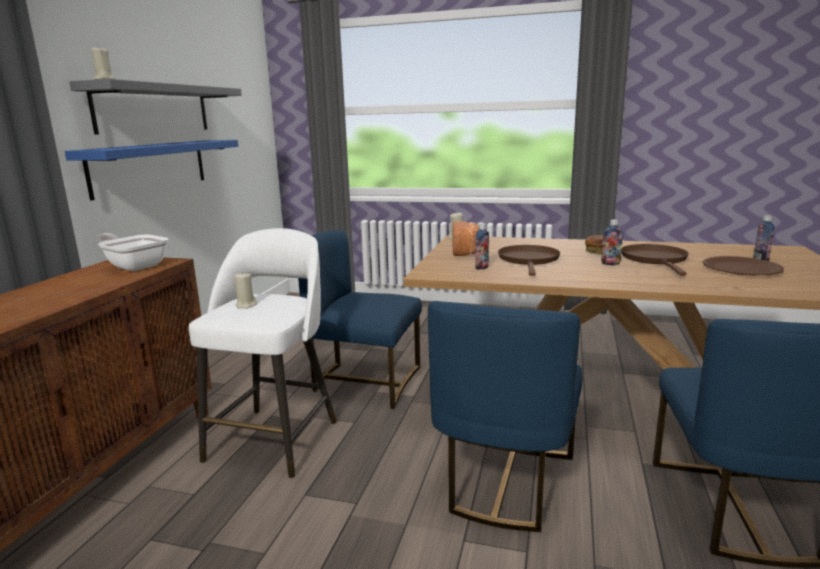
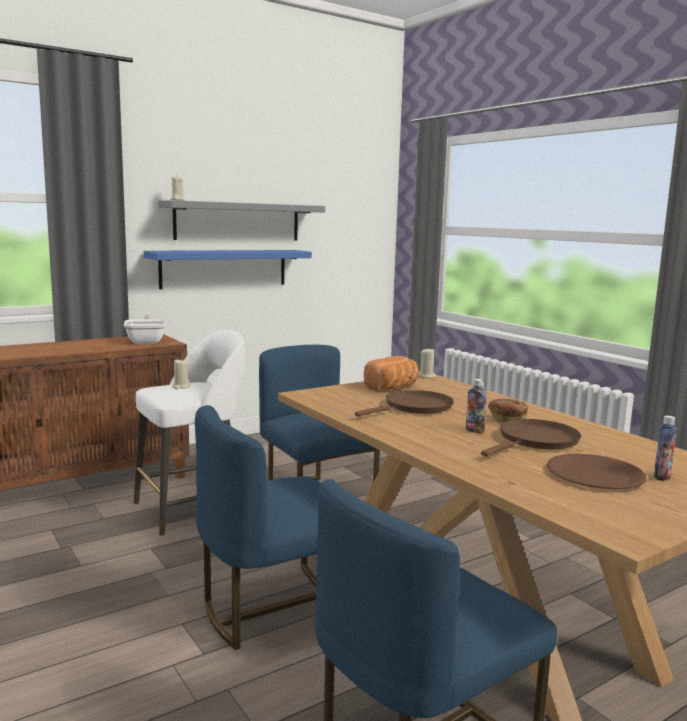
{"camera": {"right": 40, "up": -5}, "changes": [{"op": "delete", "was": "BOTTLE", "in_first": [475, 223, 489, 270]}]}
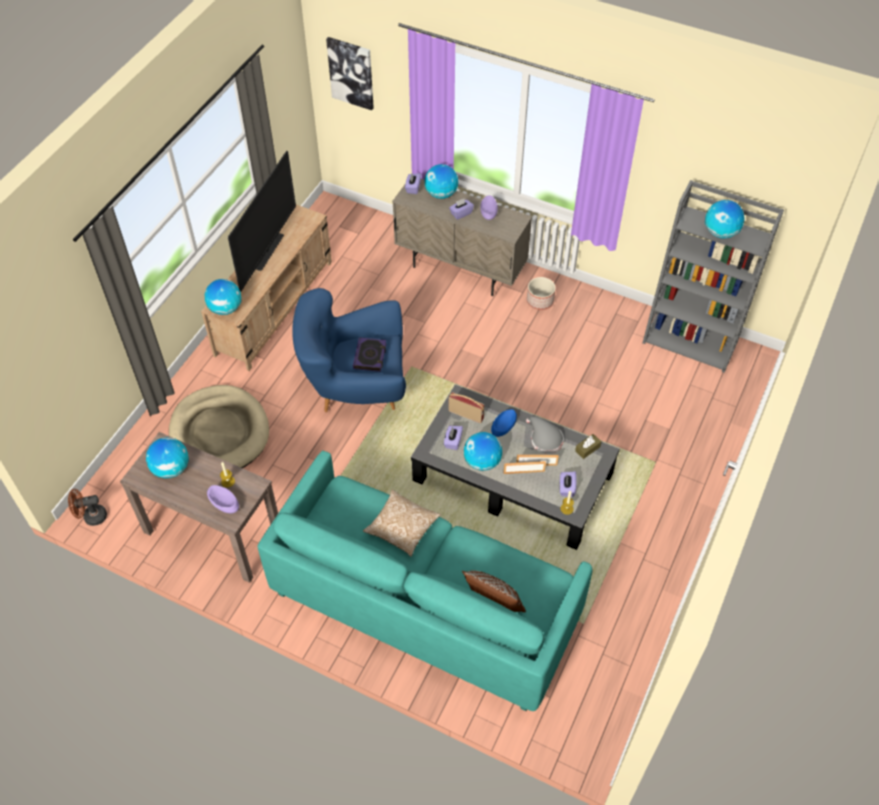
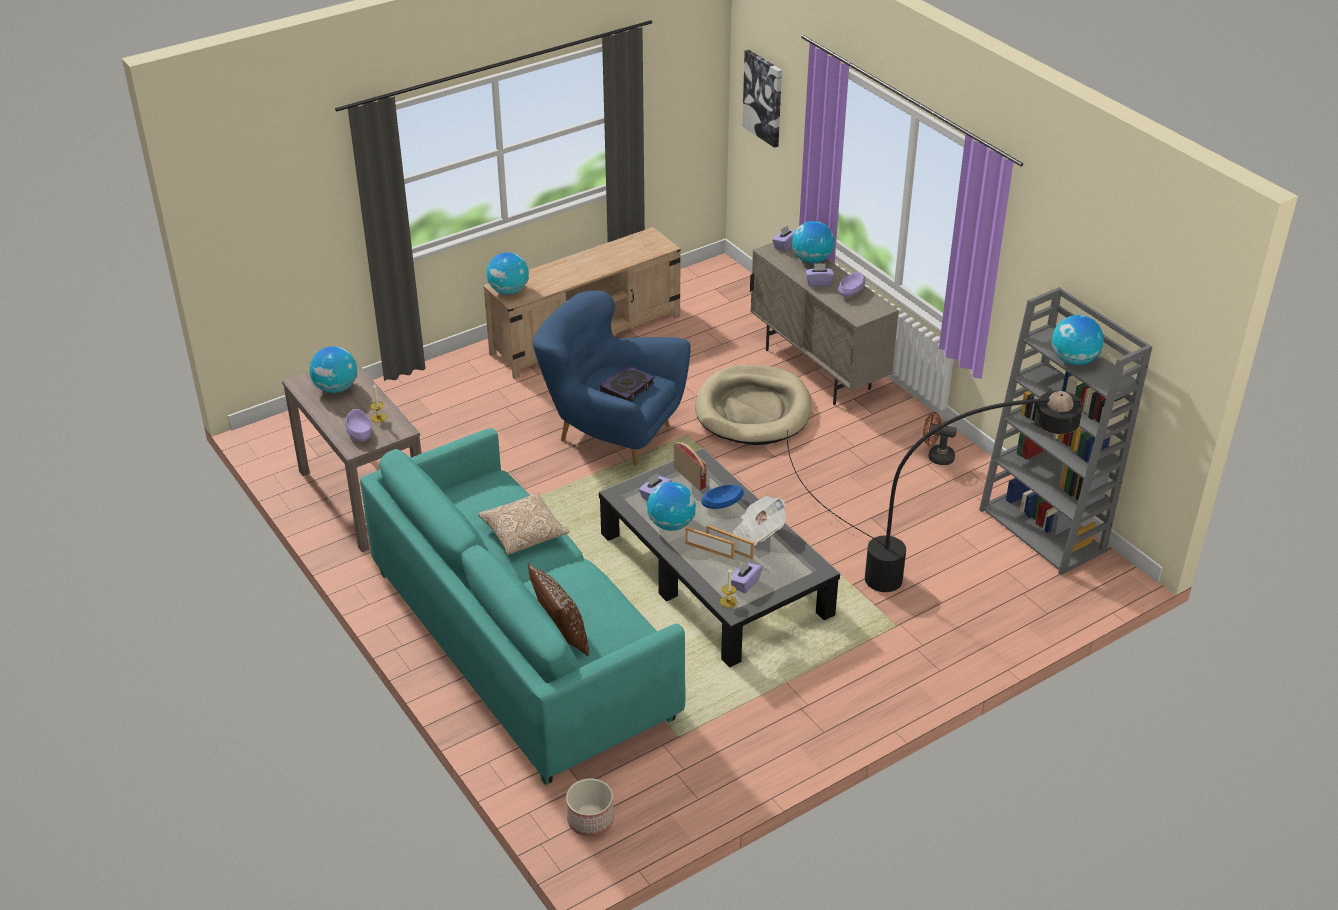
{"camera": {"right": 30, "up": -15}, "changes": [{"op": "delete", "was": "TELEVISION", "in_first": [228, 151, 296, 292]}, {"op": "move", "was": "PLANTER", "in_first": [527, 277, 556, 310], "in_second": [566, 778, 614, 836]}, {"op": "move", "was": "BEIGE DOG BED", "in_first": [169, 385, 269, 468], "in_second": [695, 365, 812, 445]}, {"op": "replace", "was": "GREY HAT", "now": "NEWSPAPER", "in_first": [526, 416, 564, 454], "in_second": [733, 496, 787, 545]}, {"op": "delete", "was": "BROWN TISSUE BOX", "in_first": [575, 434, 601, 459]}, {"op": "move", "was": "BROWN FAN", "in_first": [68, 489, 107, 526], "in_second": [923, 412, 957, 465]}, {"op": "insert", "now": "BLACK FLOOR LAMP", "in_second": [787, 391, 1083, 592]}]}
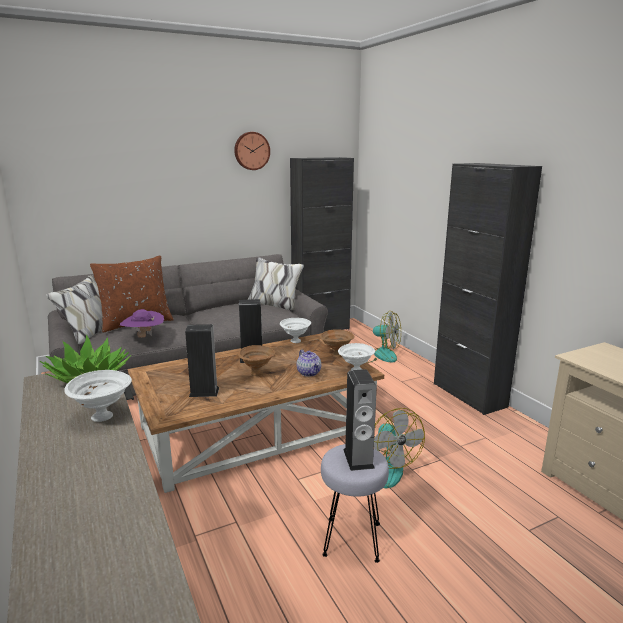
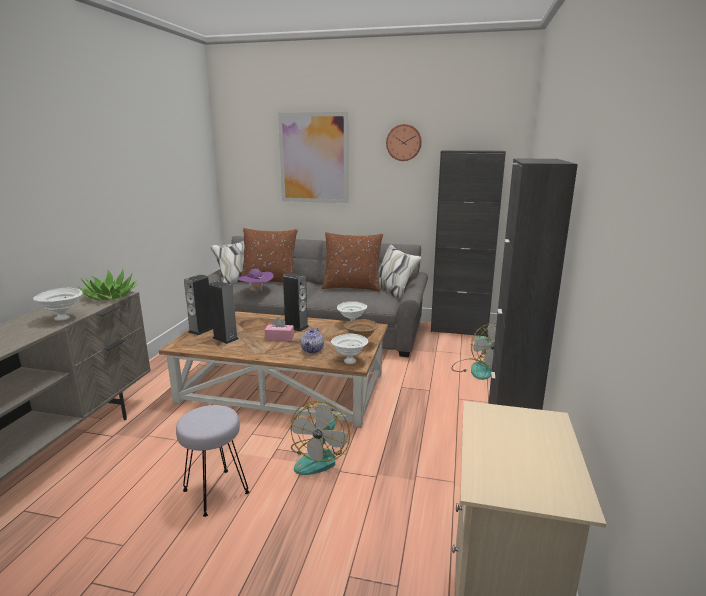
{"camera": {"right": 40, "up": 0}, "changes": [{"op": "replace", "was": "BROWN BOWL", "now": "PINK TISSUE BOX", "in_first": [238, 345, 275, 376], "in_second": [265, 317, 294, 341]}, {"op": "move", "was": "SPEAKER", "in_first": [344, 369, 377, 471], "in_second": [184, 274, 213, 335]}, {"op": "insert", "now": "PICTURE", "in_second": [278, 112, 348, 203]}, {"op": "insert", "now": "BROWN PILLOW", "in_second": [322, 232, 383, 292]}]}
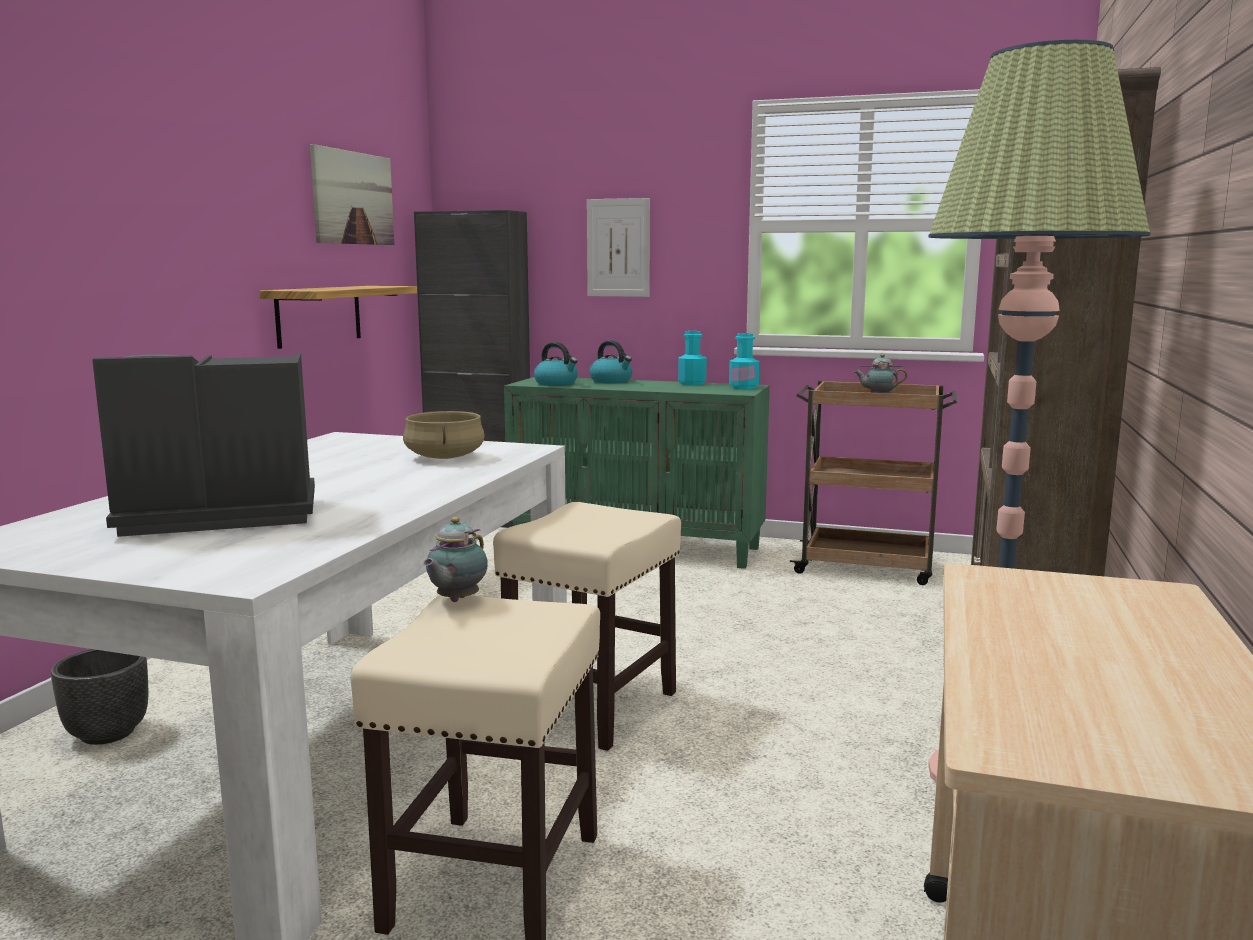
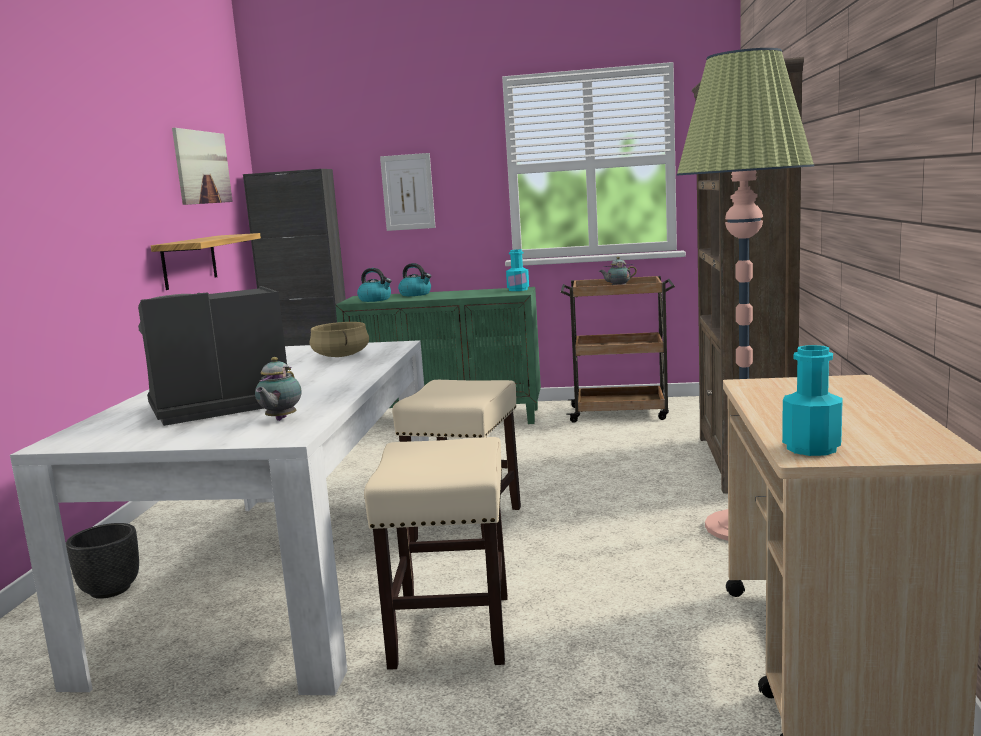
{"camera": {"right": -10, "up": 0}, "changes": [{"op": "move", "was": "TURQUOISE BOTTLE", "in_first": [678, 331, 707, 385], "in_second": [782, 345, 843, 456]}, {"op": "move", "was": "TEAPOT", "in_first": [423, 517, 488, 602], "in_second": [255, 357, 302, 421]}]}
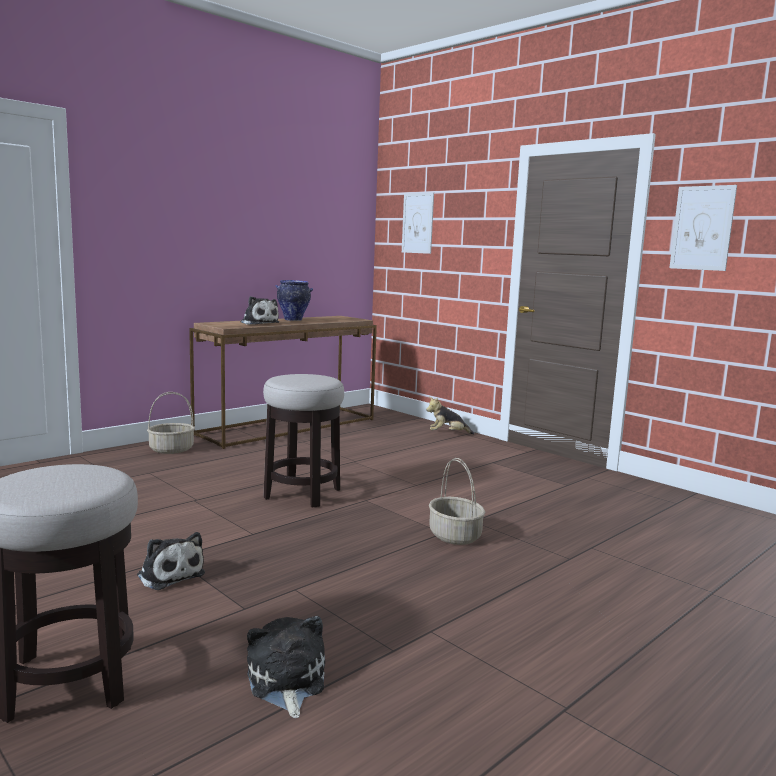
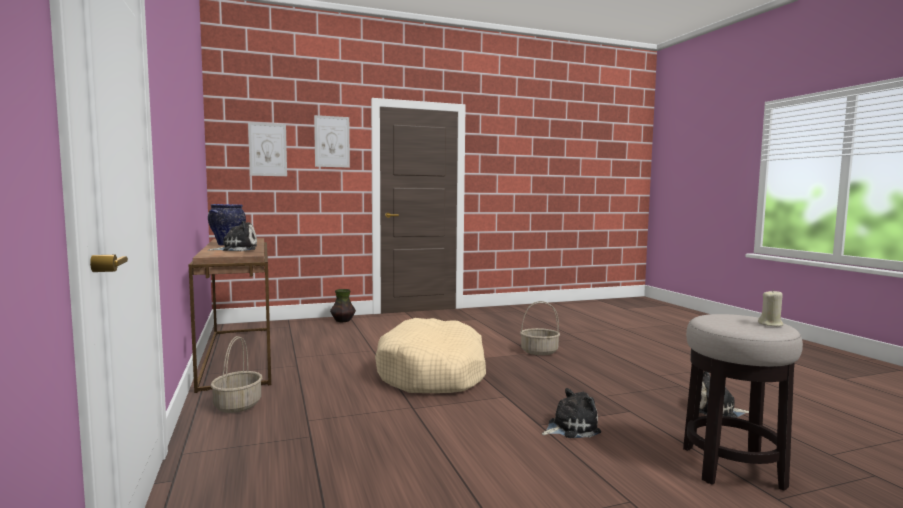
{"camera": {"right": -65, "up": -5}, "changes": [{"op": "move", "was": "PICTURE", "in_first": [669, 185, 737, 271], "in_second": [314, 115, 350, 168]}, {"op": "replace", "was": "STOOL", "now": "BEIGE DOG BED", "in_first": [263, 374, 344, 508], "in_second": [375, 318, 486, 393]}, {"op": "replace", "was": "PLUSH TOY", "now": "VASE", "in_first": [426, 397, 474, 434], "in_second": [330, 289, 356, 322]}, {"op": "insert", "now": "BEIGE CANDLE", "in_second": [758, 290, 784, 326]}]}
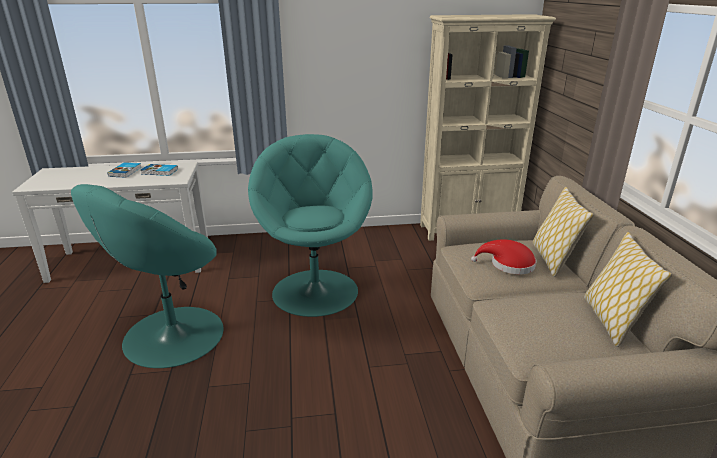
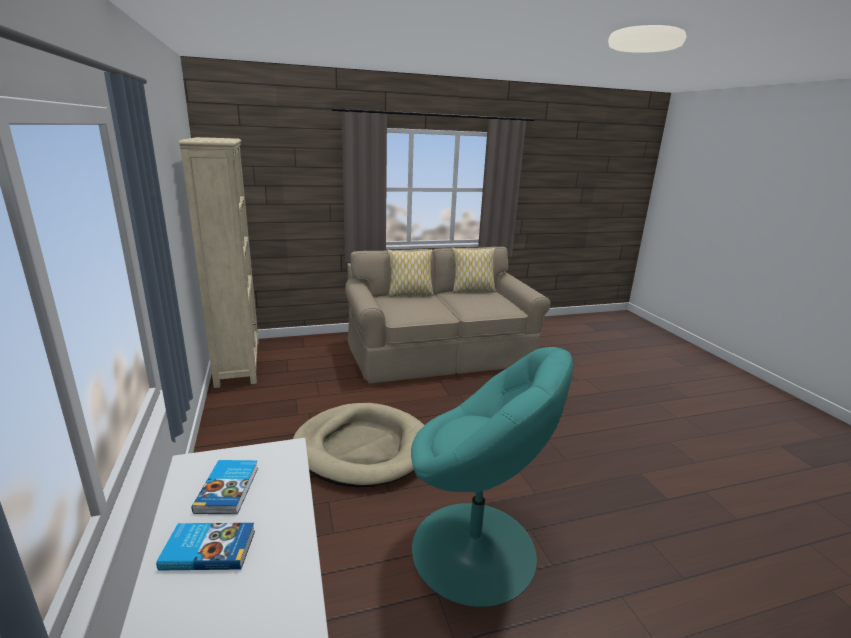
{"camera": {"right": -100, "up": -5}, "changes": [{"op": "replace", "was": "TURQUOISE ARMCHAIR", "now": "BEIGE DOG BED", "in_first": [248, 134, 373, 317], "in_second": [293, 403, 424, 488]}, {"op": "delete", "was": "RED HAT", "in_first": [471, 239, 537, 274]}]}
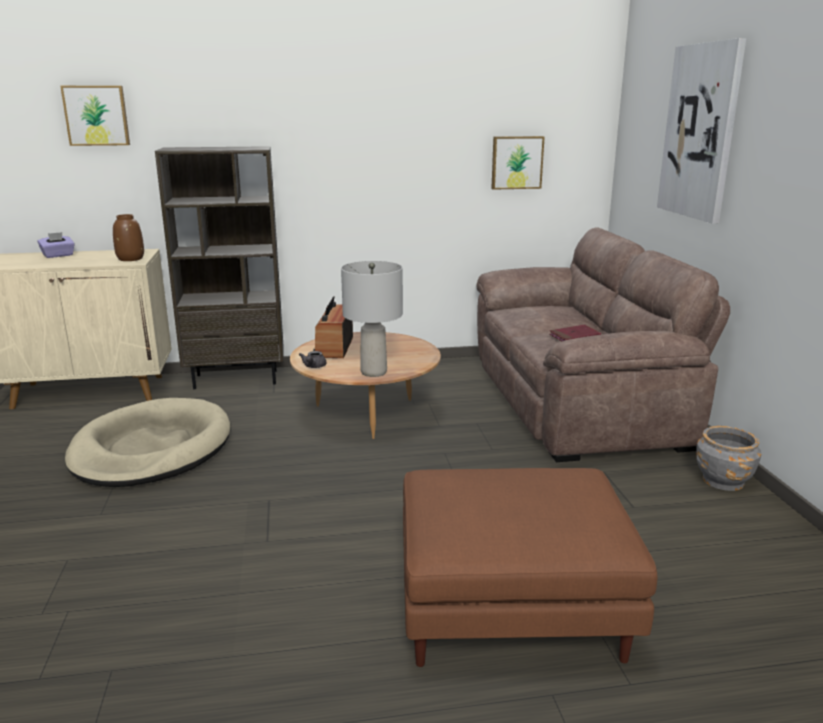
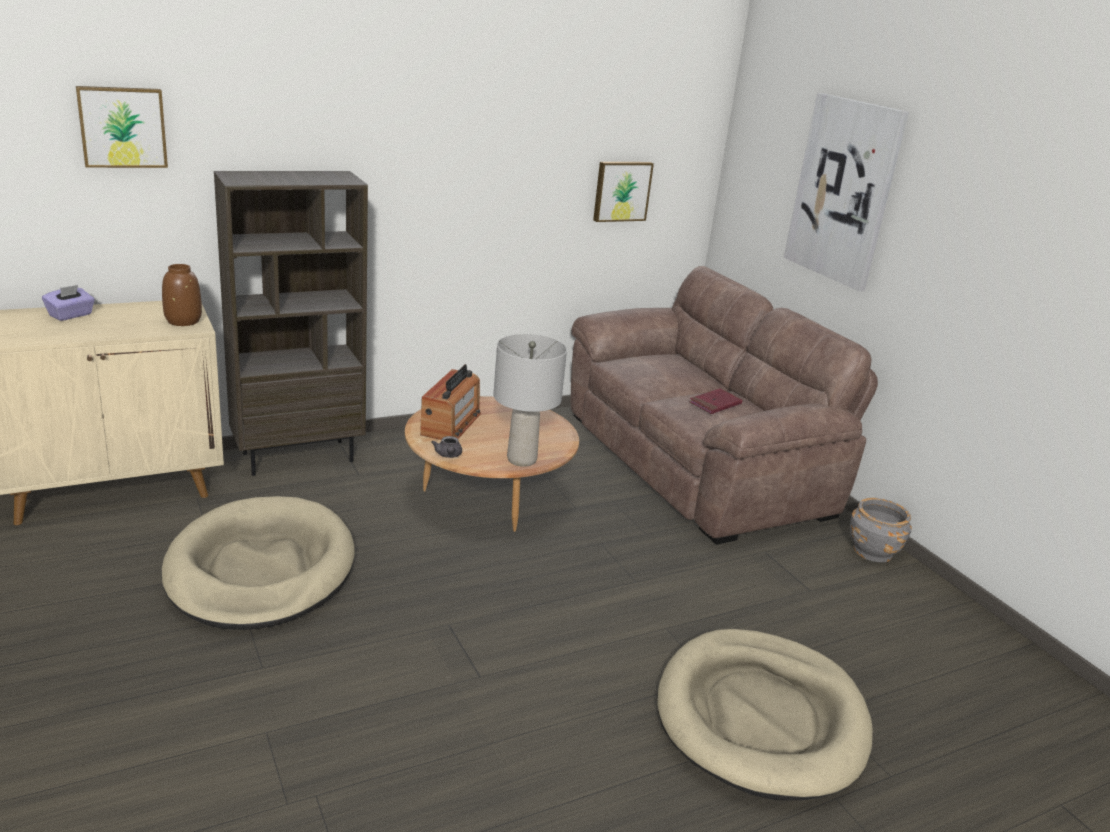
{"camera": {"right": -20, "up": 5}, "changes": [{"op": "rotate", "was": "RADIO", "in_first": [313, 296, 353, 358], "in_second": [420, 364, 481, 440], "clockwise": -150}, {"op": "replace", "was": "BROWN OTTOMAN", "now": "BEIGE DOG BED", "in_first": [403, 468, 657, 667], "in_second": [657, 629, 873, 800]}]}
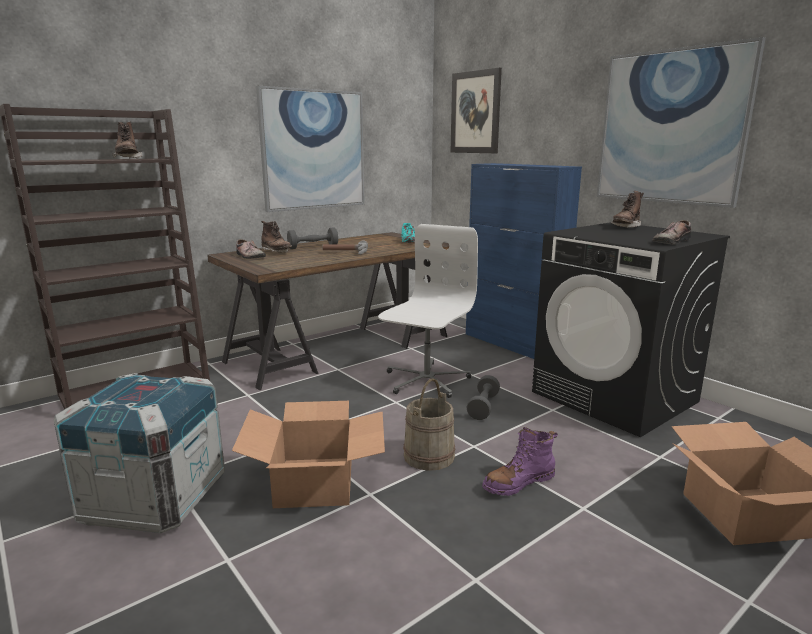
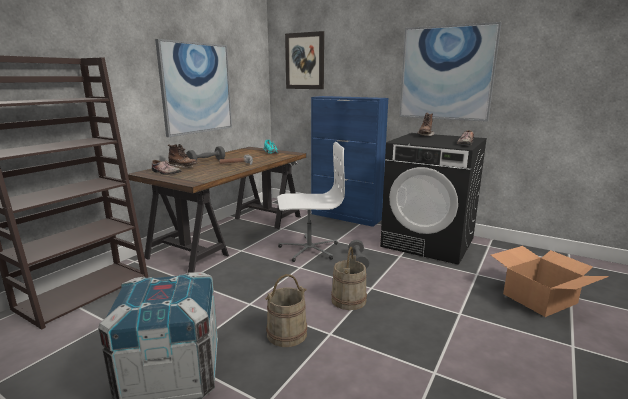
{"camera": {"right": -20, "up": 0}, "changes": [{"op": "delete", "was": "BROWN BOOT", "in_first": [112, 122, 143, 159]}, {"op": "rotate", "was": "WHITE OFFICE CHAIR", "in_first": [378, 224, 478, 398], "in_second": [277, 142, 345, 262], "clockwise": 75}, {"op": "replace", "was": "CARDBOARD BOX", "now": "BEIGE BUCKET", "in_first": [232, 401, 385, 508], "in_second": [265, 274, 307, 347]}, {"op": "delete", "was": "PURPLE BOOT", "in_first": [482, 427, 558, 496]}]}
